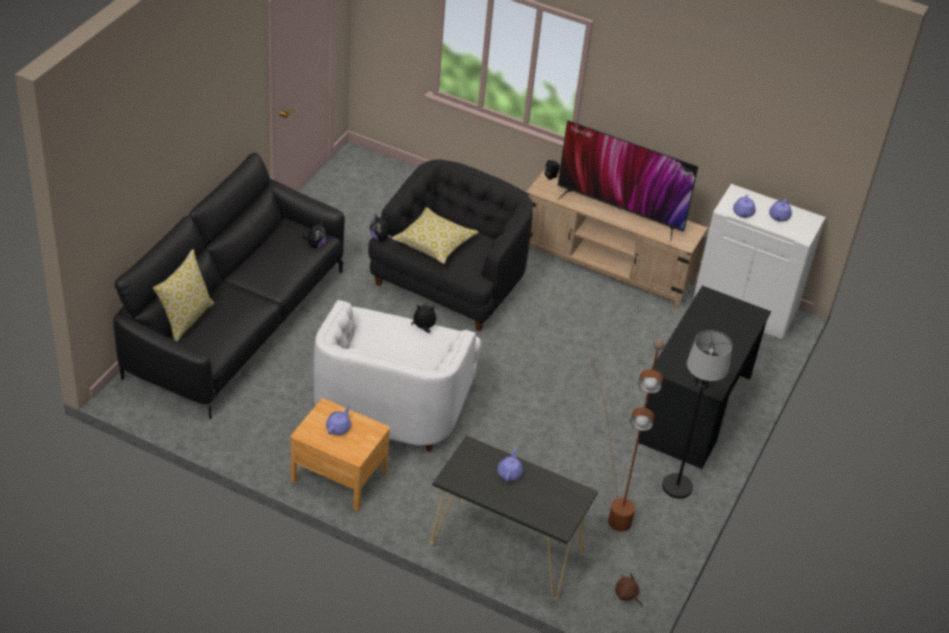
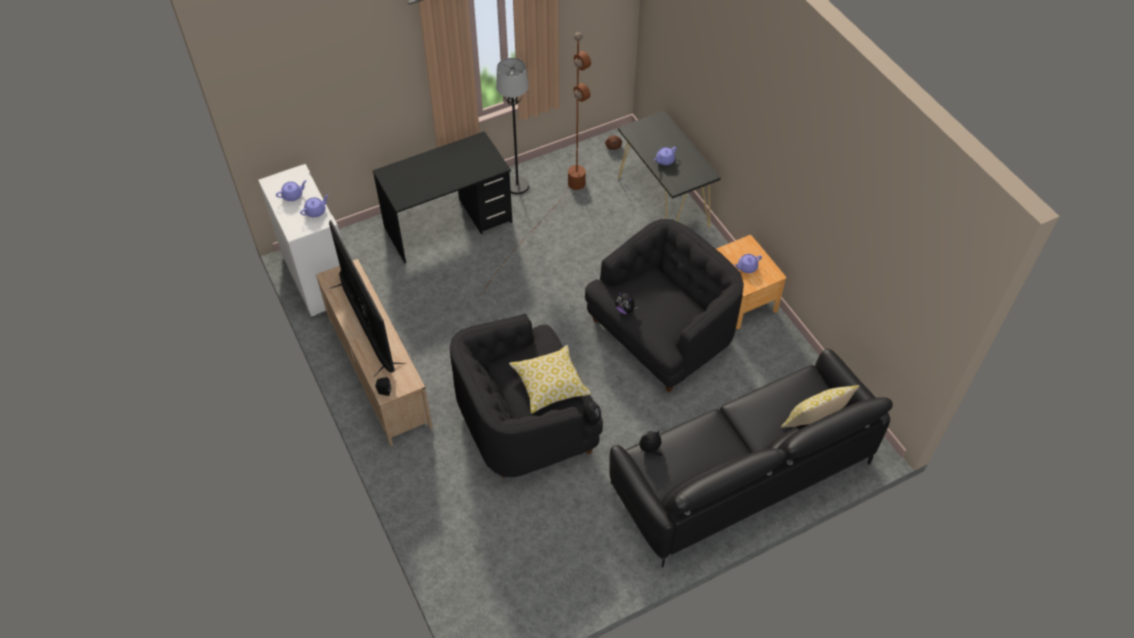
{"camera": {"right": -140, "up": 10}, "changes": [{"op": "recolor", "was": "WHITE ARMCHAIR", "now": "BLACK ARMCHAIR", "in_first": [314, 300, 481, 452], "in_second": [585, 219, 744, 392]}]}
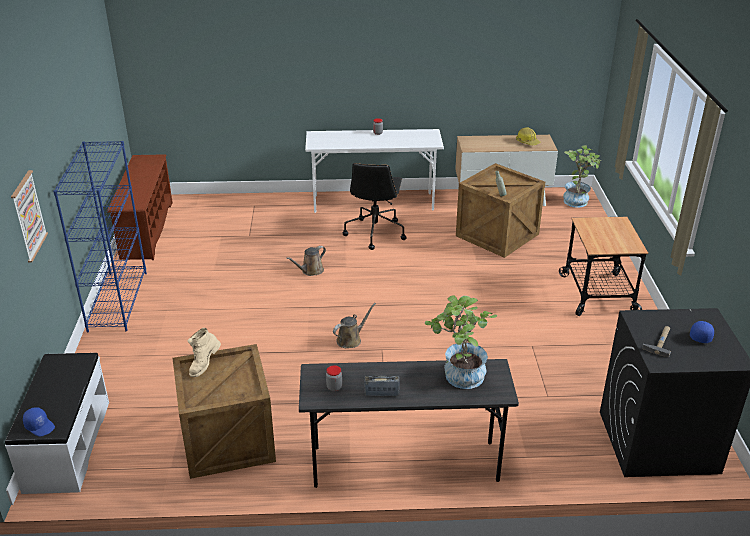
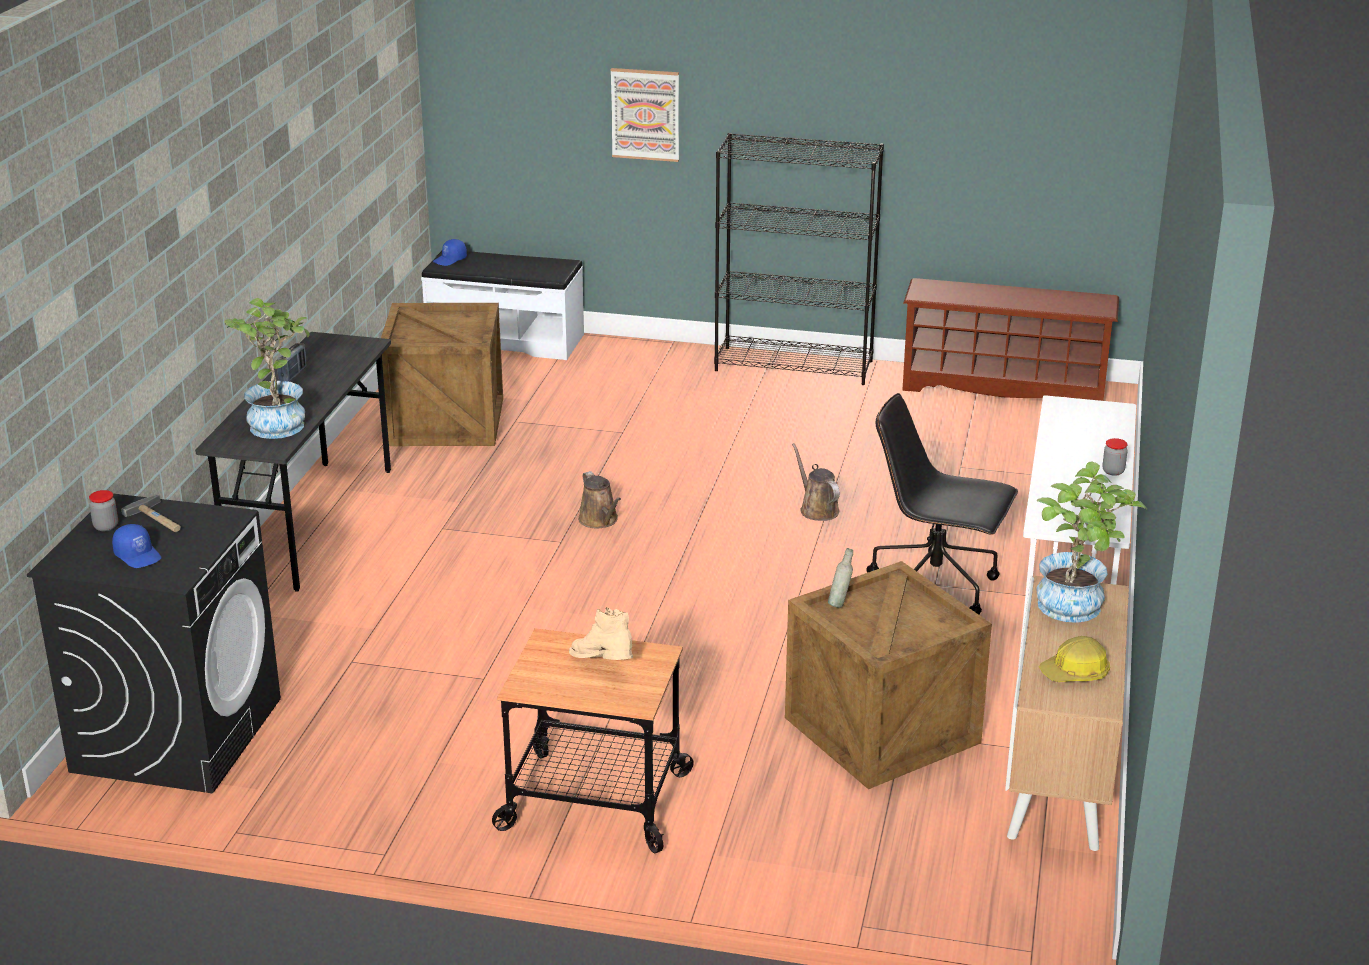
{"camera": {"right": 105, "up": -5}, "changes": [{"op": "recolor", "was": "BLUE BOOKCASE", "now": "BLACK BOOKCASE", "in_first": [53, 141, 147, 332], "in_second": [714, 133, 884, 385]}, {"op": "move", "was": "POTTED PLANT", "in_first": [563, 145, 601, 208], "in_second": [1036, 462, 1148, 623]}, {"op": "move", "was": "BEIGE BOOT", "in_first": [187, 328, 221, 377], "in_second": [569, 607, 633, 660]}, {"op": "move", "was": "JAR", "in_first": [326, 365, 342, 391], "in_second": [89, 490, 118, 531]}]}
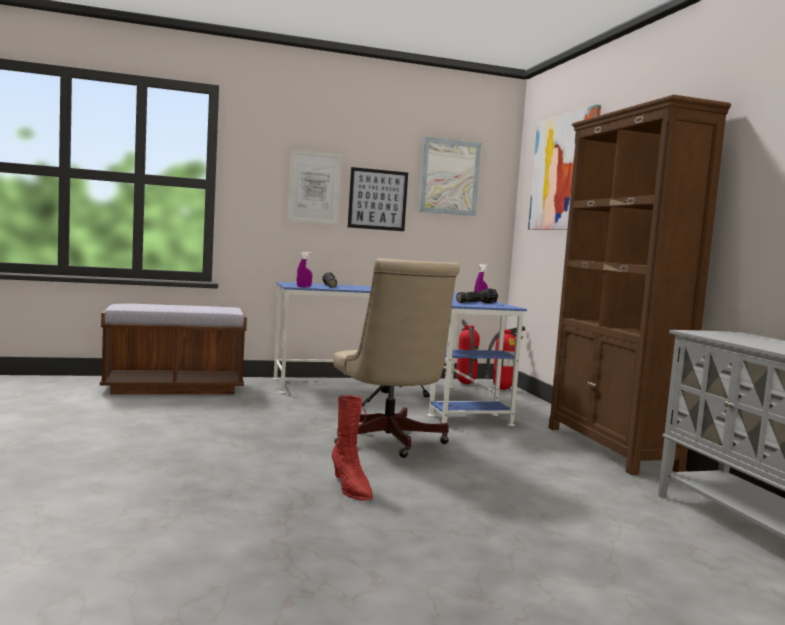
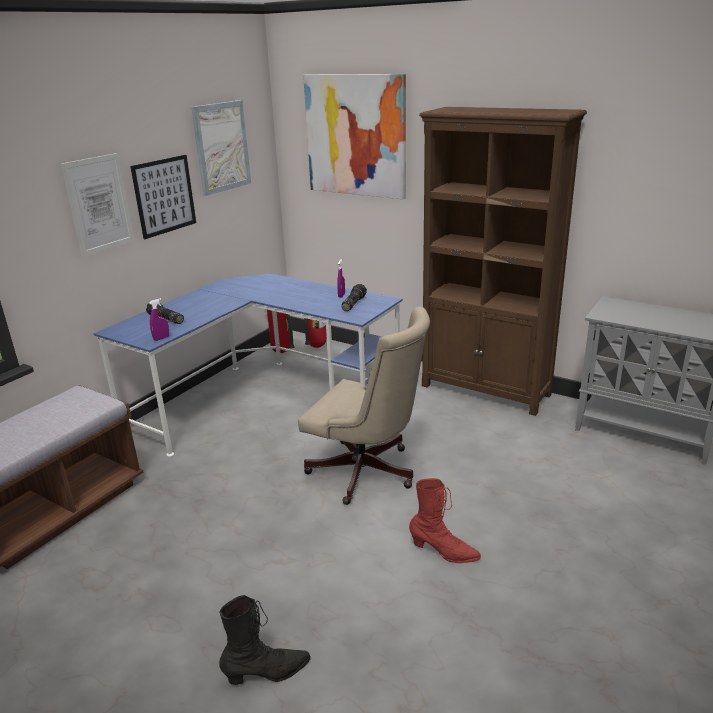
{"camera": {"right": -40, "up": 20}, "changes": [{"op": "insert", "now": "BLACK BOOT", "in_second": [219, 595, 311, 685]}]}
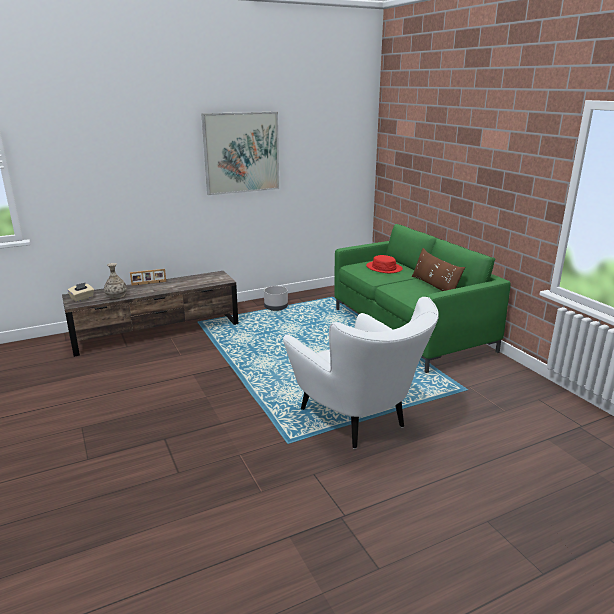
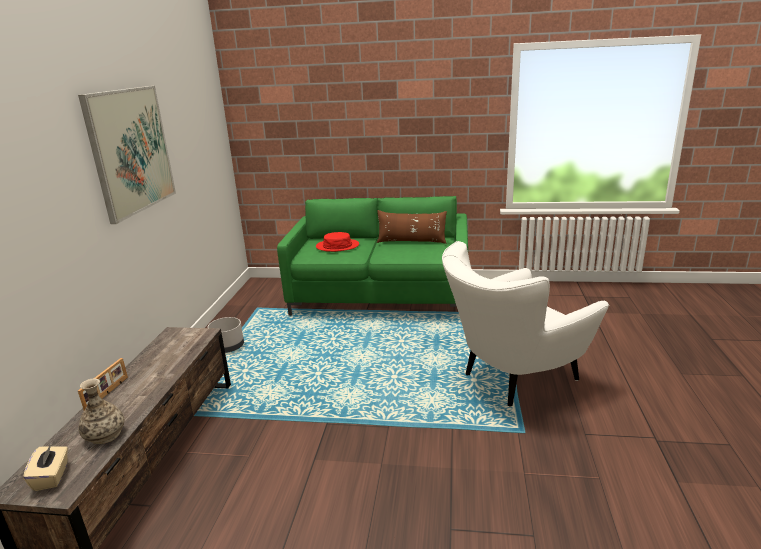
{"camera": {"right": -55, "up": 0}, "changes": [{"op": "rotate", "was": "WHITE ARMCHAIR", "in_first": [283, 297, 439, 449], "in_second": [442, 241, 609, 407], "clockwise": 150}]}
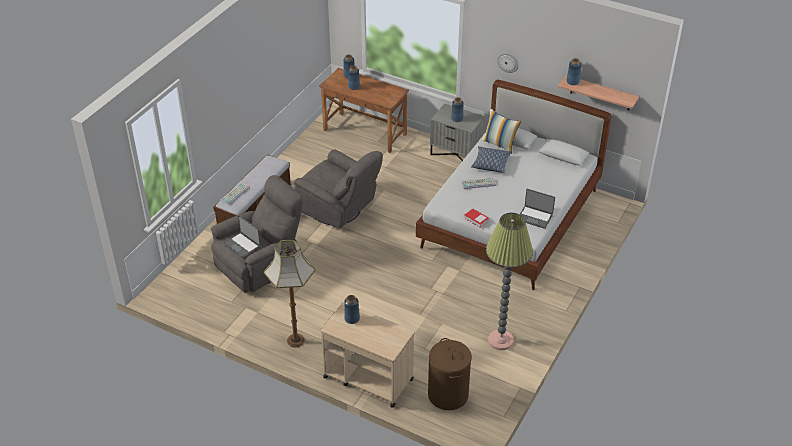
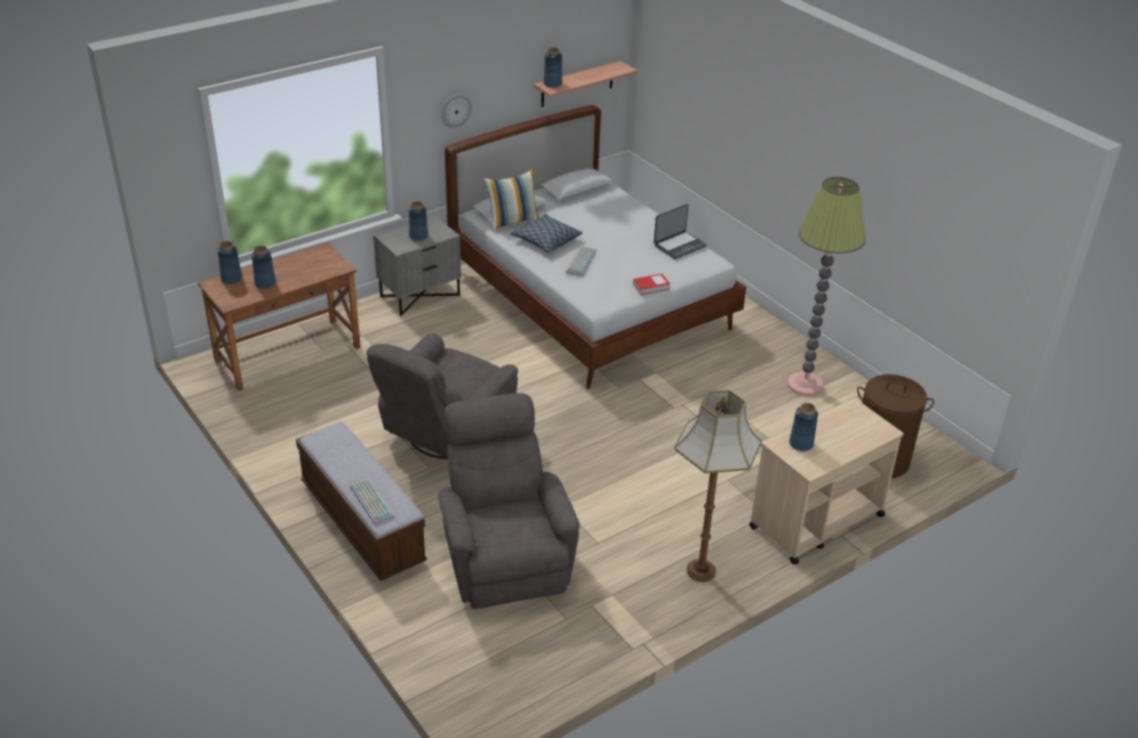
{"camera": {"right": -65, "up": -5}, "changes": [{"op": "rotate", "was": "GREY ARMCHAIR", "in_first": [294, 149, 383, 228], "in_second": [366, 333, 518, 459], "clockwise": 150}, {"op": "delete", "was": "LAPTOP", "in_first": [223, 215, 261, 258]}]}
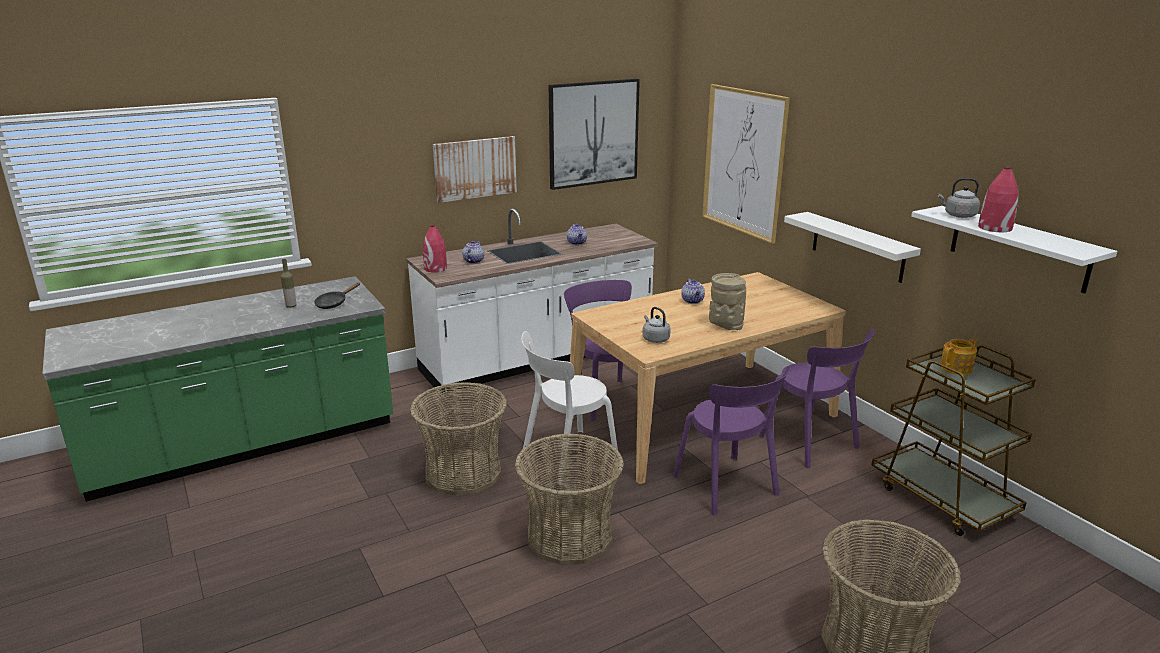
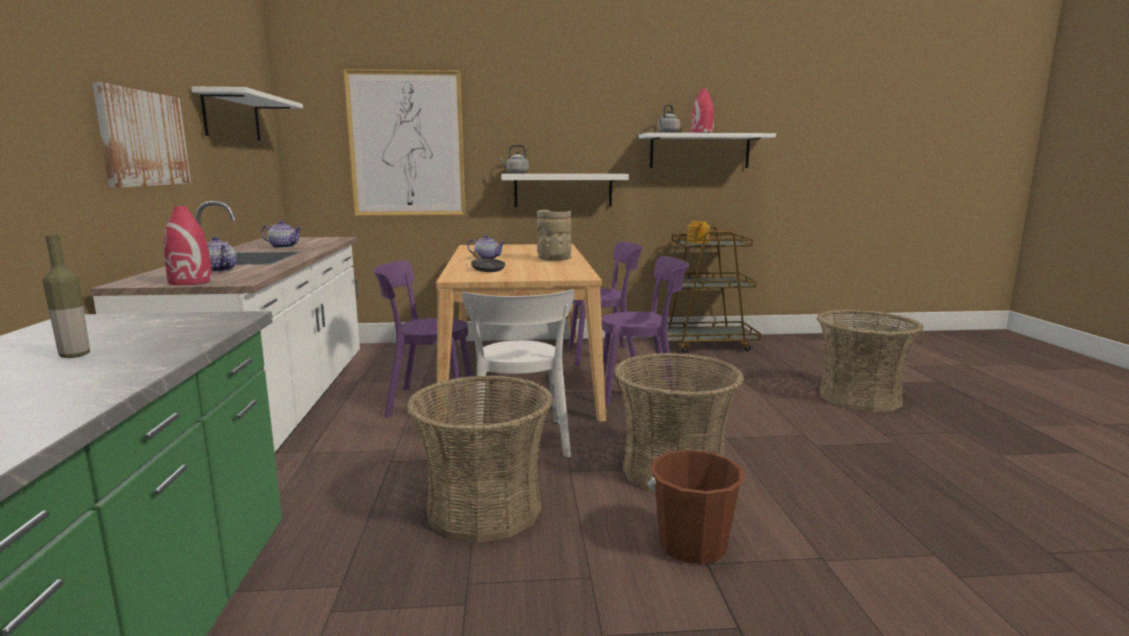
{"camera": {"right": -65, "up": -10}, "changes": [{"op": "replace", "was": "PICTURE", "now": "WHITE SHELF", "in_first": [549, 79, 640, 190], "in_second": [191, 87, 303, 141]}, {"op": "move", "was": "BLACK FRYING PAN", "in_first": [314, 283, 360, 309], "in_second": [471, 252, 505, 272]}, {"op": "move", "was": "GREY KETTLE", "in_first": [643, 307, 671, 343], "in_second": [500, 145, 529, 174]}, {"op": "insert", "now": "BROWN BUCKET", "in_second": [648, 450, 745, 564]}]}
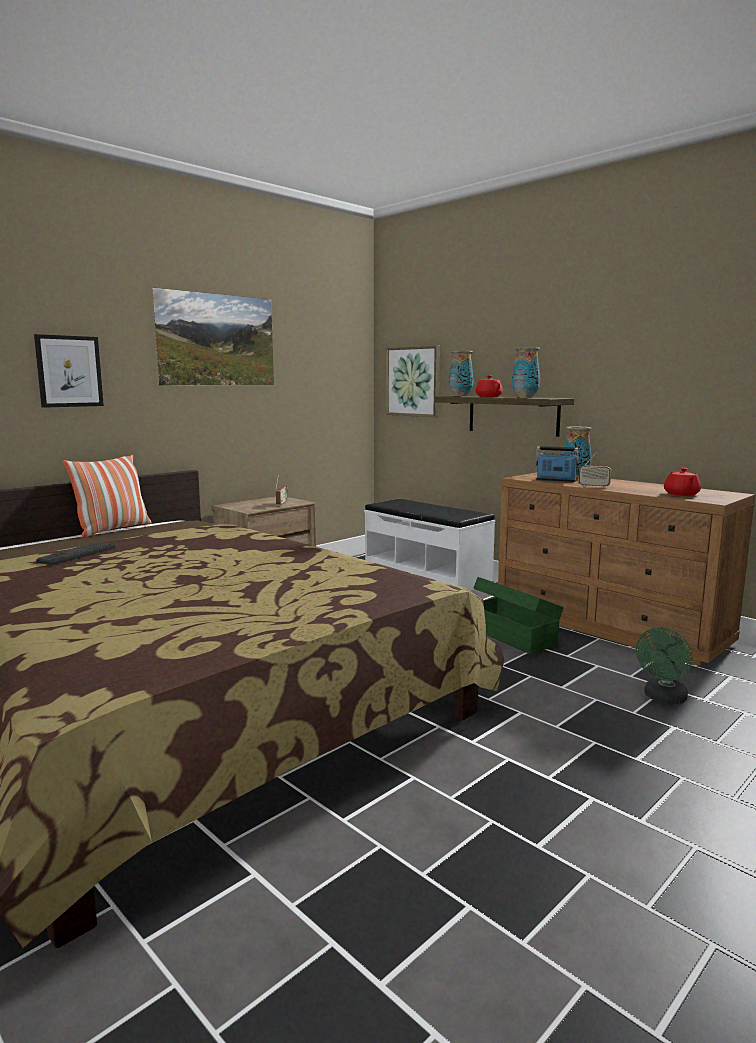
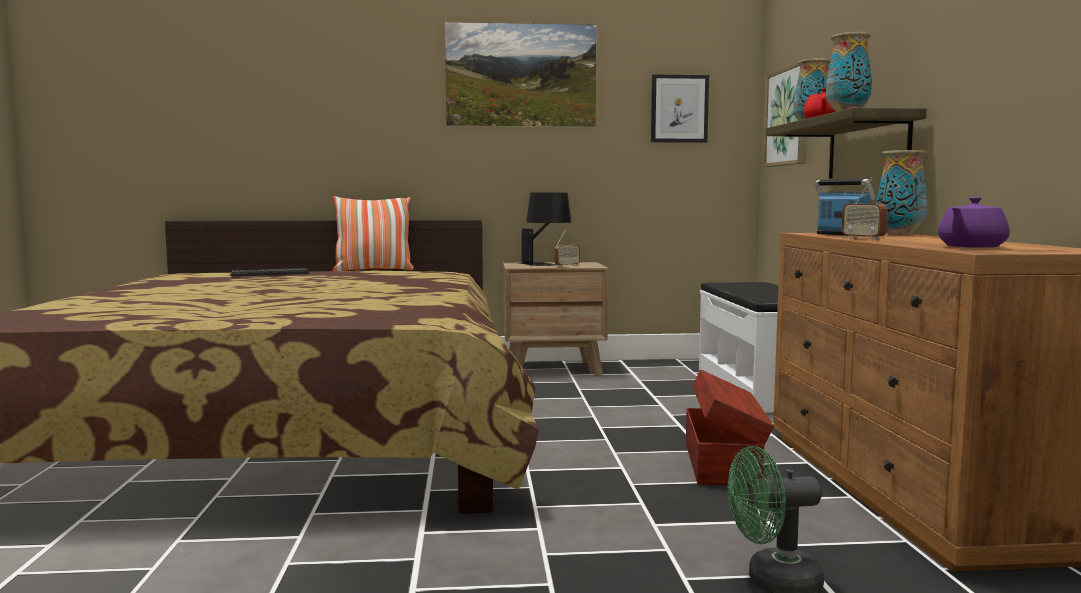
{"camera": {"right": 40, "up": -5}, "changes": [{"op": "move", "was": "PICTURE", "in_first": [34, 334, 104, 408], "in_second": [651, 74, 709, 143]}, {"op": "recolor", "was": "RED TEAPOT", "now": "PURPLE TEAPOT", "in_first": [664, 468, 701, 496], "in_second": [938, 197, 1010, 248]}, {"op": "recolor", "was": "GREEN STORAGE BOX", "now": "BROWN STORAGE BOX", "in_first": [473, 577, 564, 654], "in_second": [686, 369, 774, 486]}, {"op": "insert", "now": "BLACK TABLE LAMP", "in_second": [519, 192, 571, 266]}]}
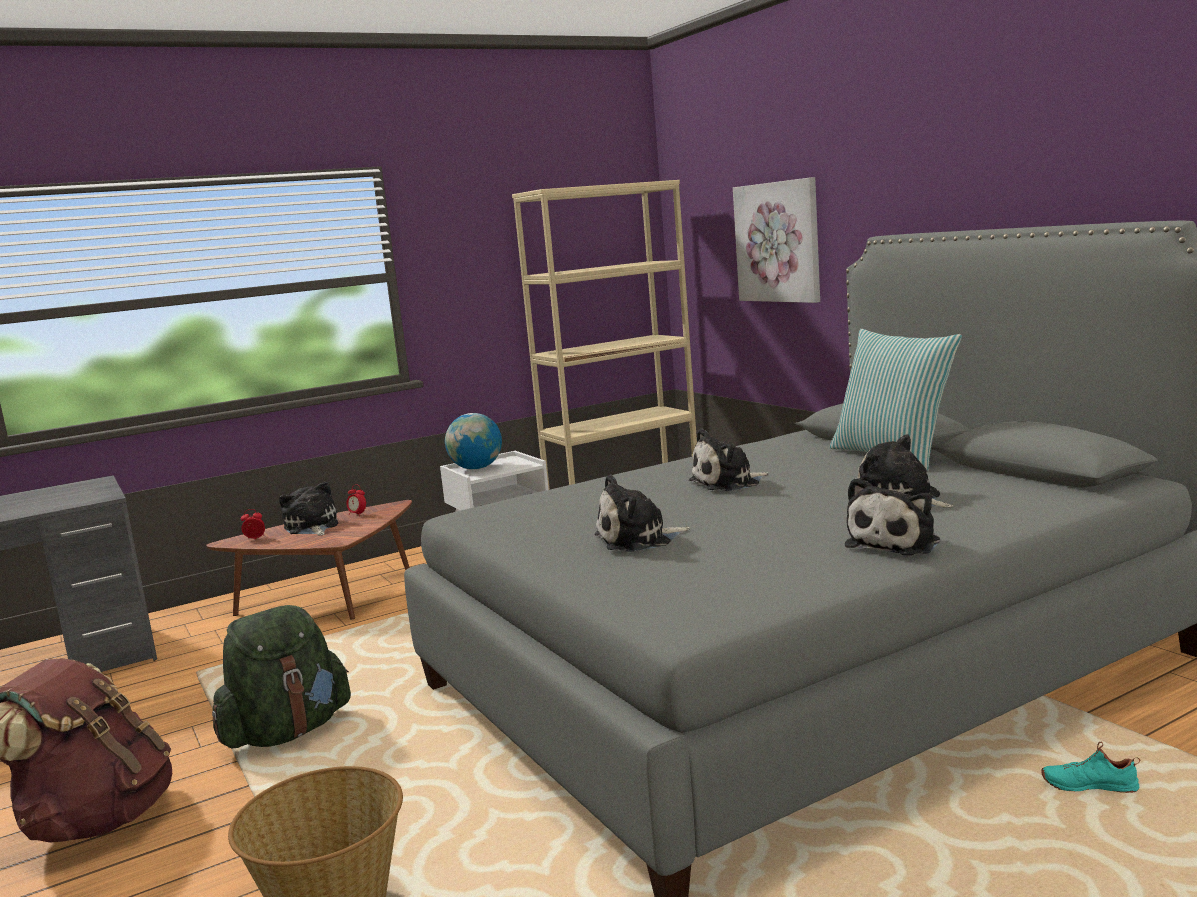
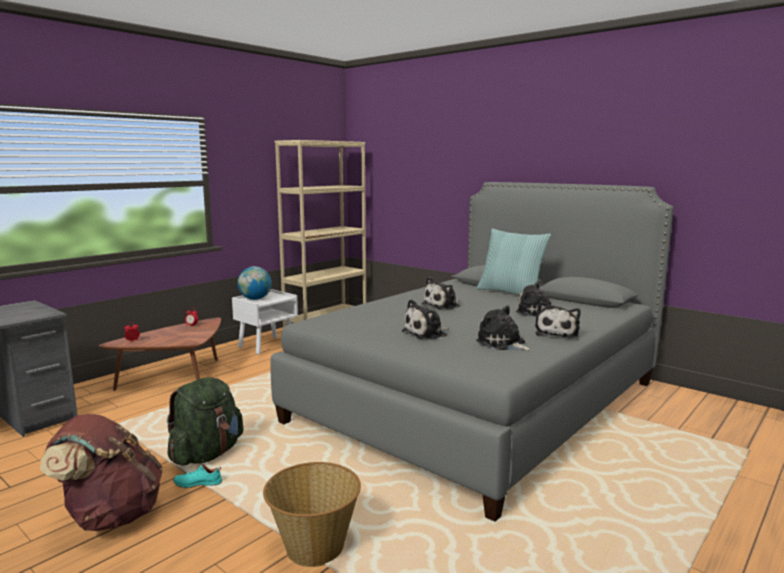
{"camera": {"right": -20, "up": 0}, "changes": [{"op": "delete", "was": "PICTURE", "in_first": [733, 177, 820, 303]}, {"op": "move", "was": "PLUSH TOY", "in_first": [279, 482, 338, 536], "in_second": [476, 305, 533, 351]}, {"op": "move", "was": "TURQUOISE SHOE", "in_first": [1041, 742, 1140, 793], "in_second": [173, 460, 222, 488]}]}
